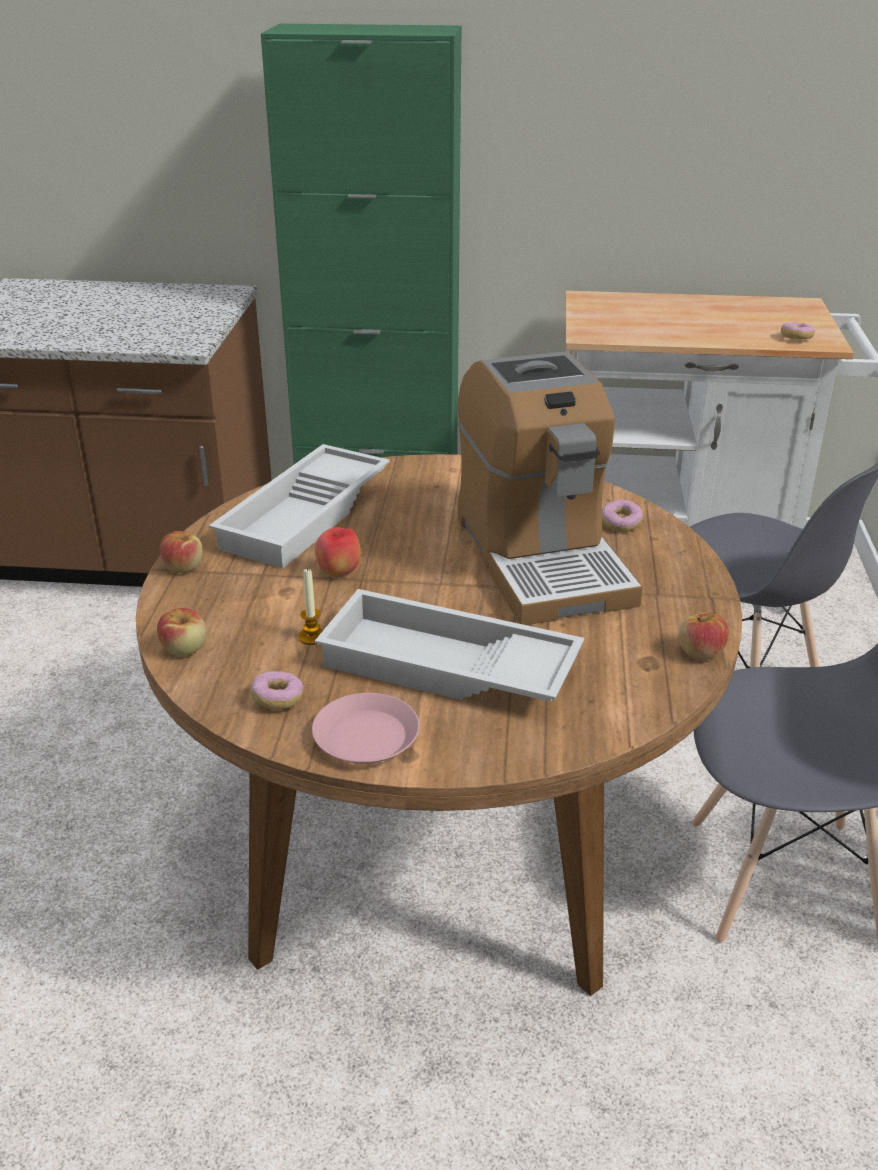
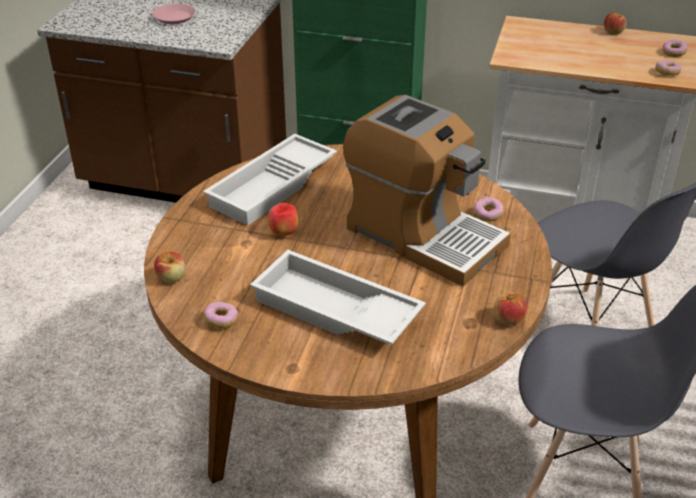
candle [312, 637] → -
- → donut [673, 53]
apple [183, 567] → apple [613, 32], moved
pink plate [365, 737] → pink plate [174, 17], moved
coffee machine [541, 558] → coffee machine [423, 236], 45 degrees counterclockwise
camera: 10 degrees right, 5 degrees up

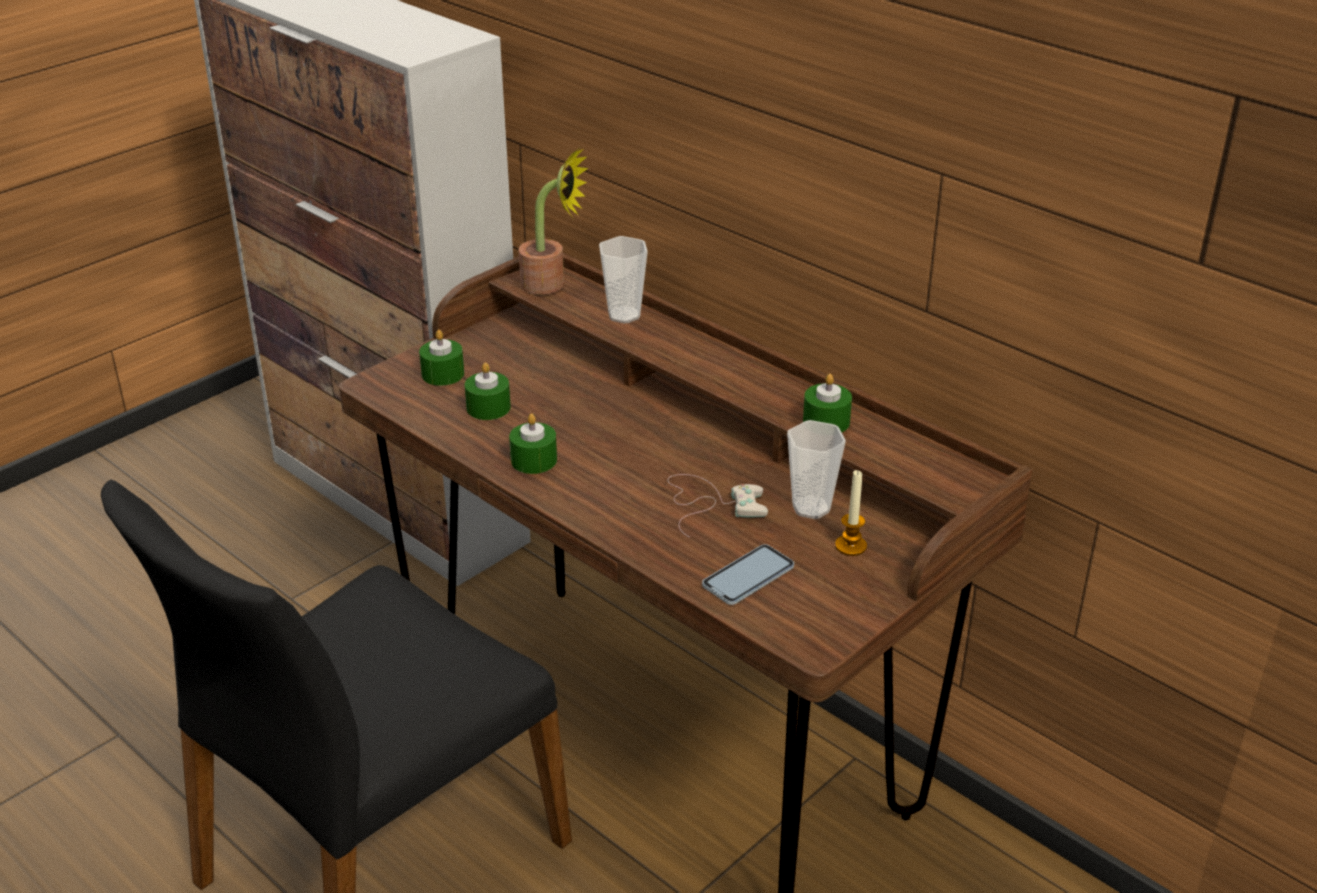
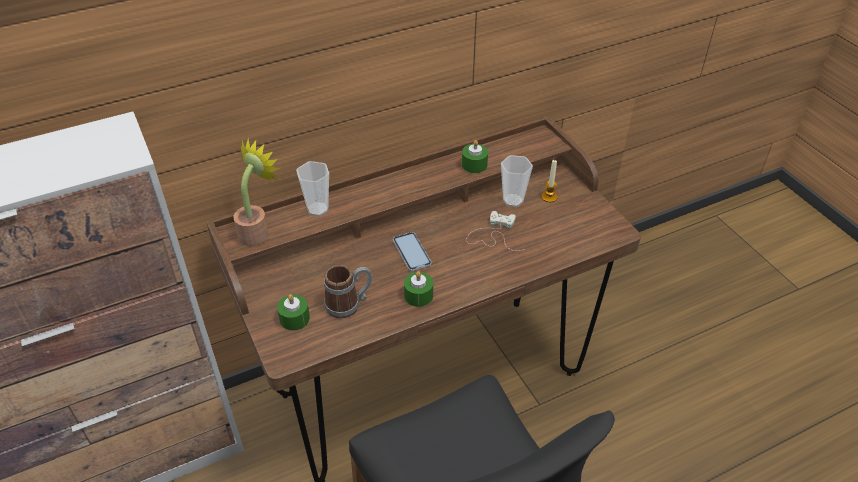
phone [748, 576] → phone [411, 252], moved
green candle [488, 408] → mug [349, 304]
camera: 70 degrees left, 10 degrees up

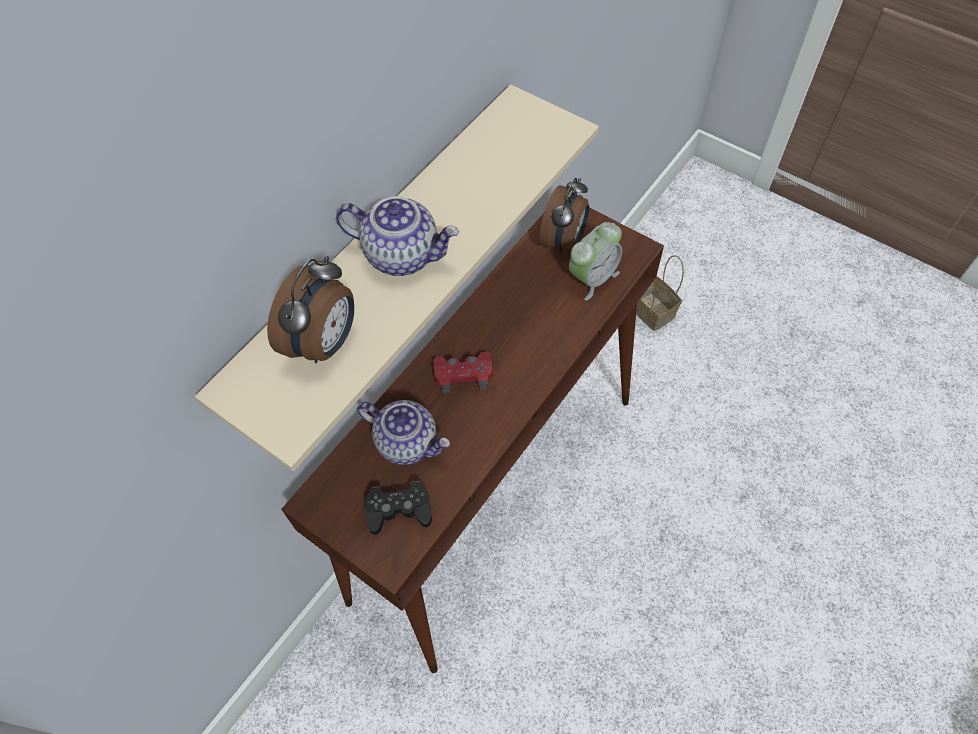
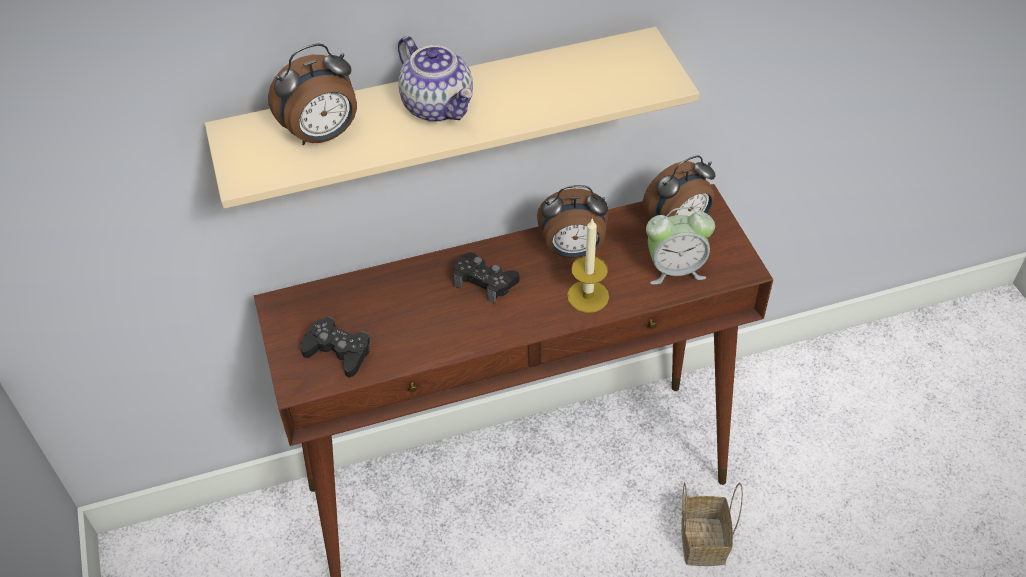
teapot [408, 442] → -
- → alarm clock [572, 251]
- → candle [588, 296]
basket [651, 311] → basket [701, 540], moved
red game controller [463, 374] → black game controller [485, 281]
camera: 35 degrees right, 10 degrees down

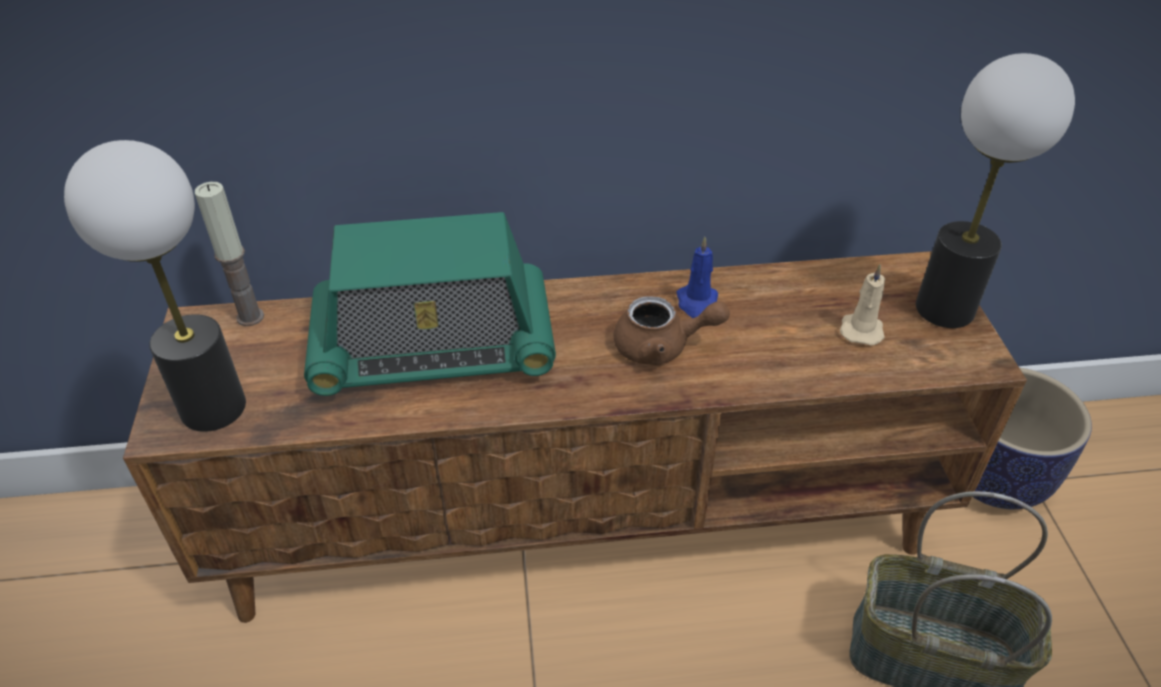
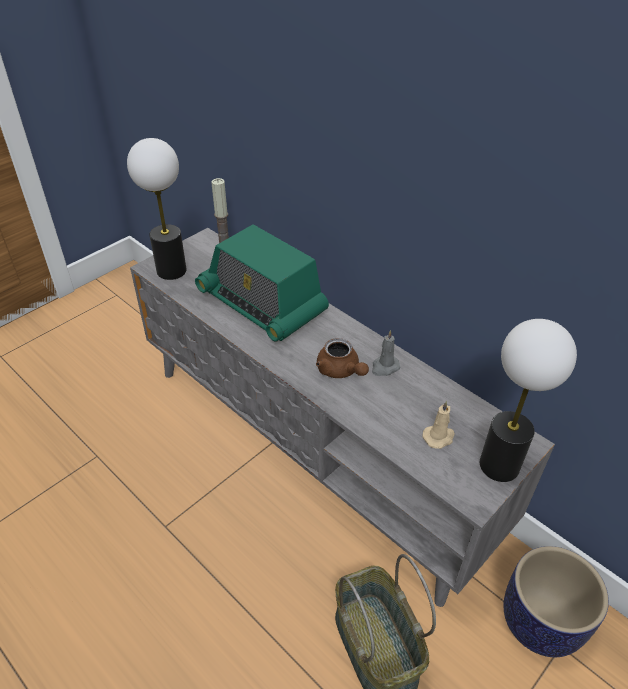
brown tv stand [583, 521] → grey tv stand [314, 449]
blue candle [697, 304] → grey candle [384, 367]
camera: 50 degrees right, 0 degrees up

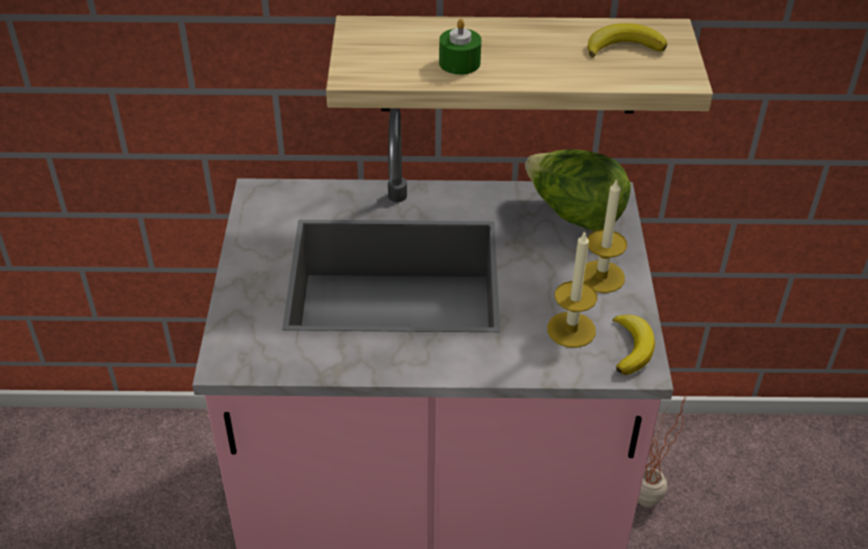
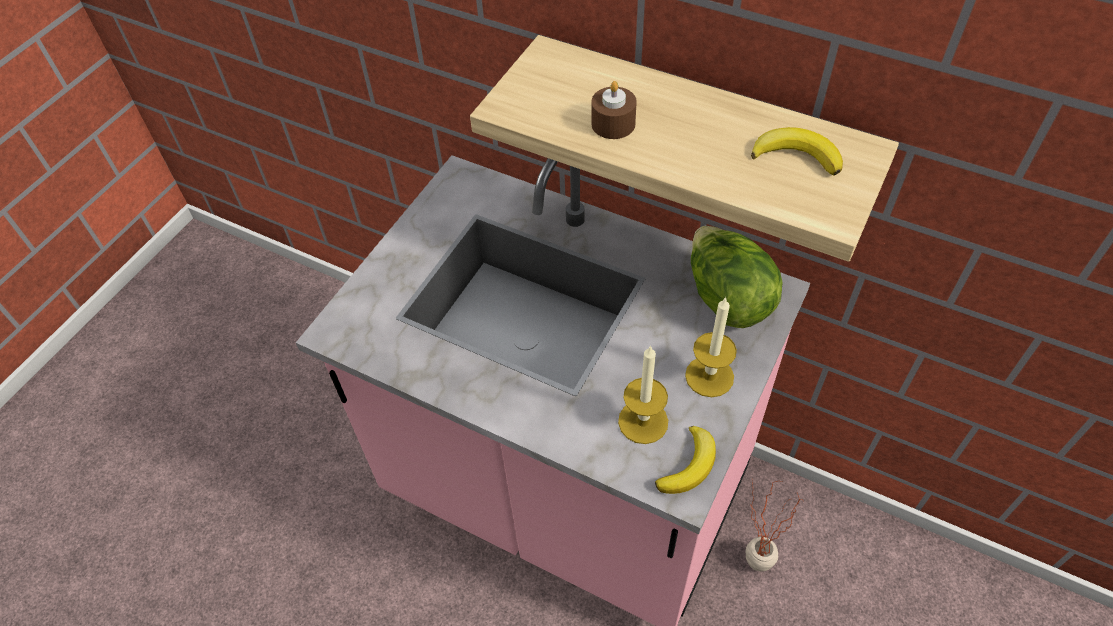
green candle [459, 63] → brown candle [613, 124]
camera: 30 degrees right, 10 degrees up

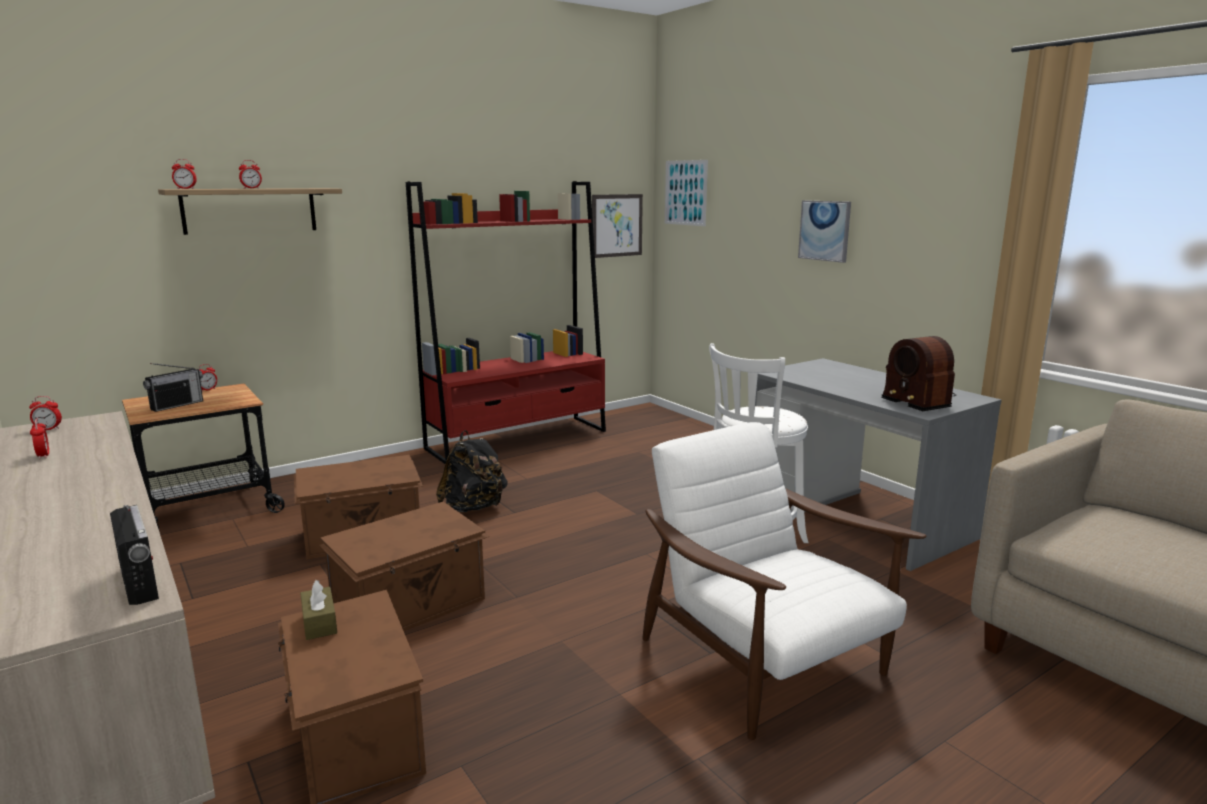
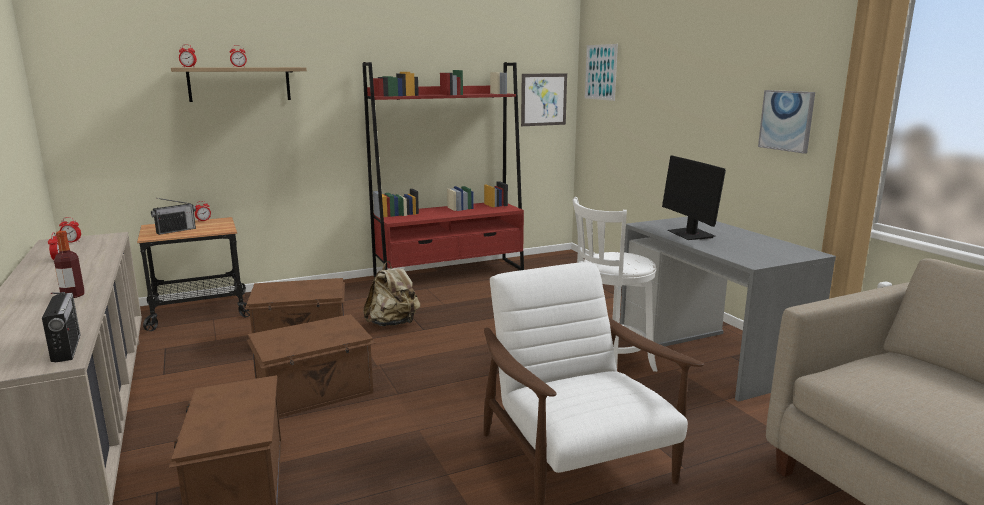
brown tissue box [319, 623] → -
radio [918, 400] → -
- → bottle [73, 295]
- → monitor [690, 234]
picture [825, 230] → picture [786, 120], moved
black backpack [473, 508] → beige backpack [393, 324]
camera: 10 degrees right, 0 degrees up

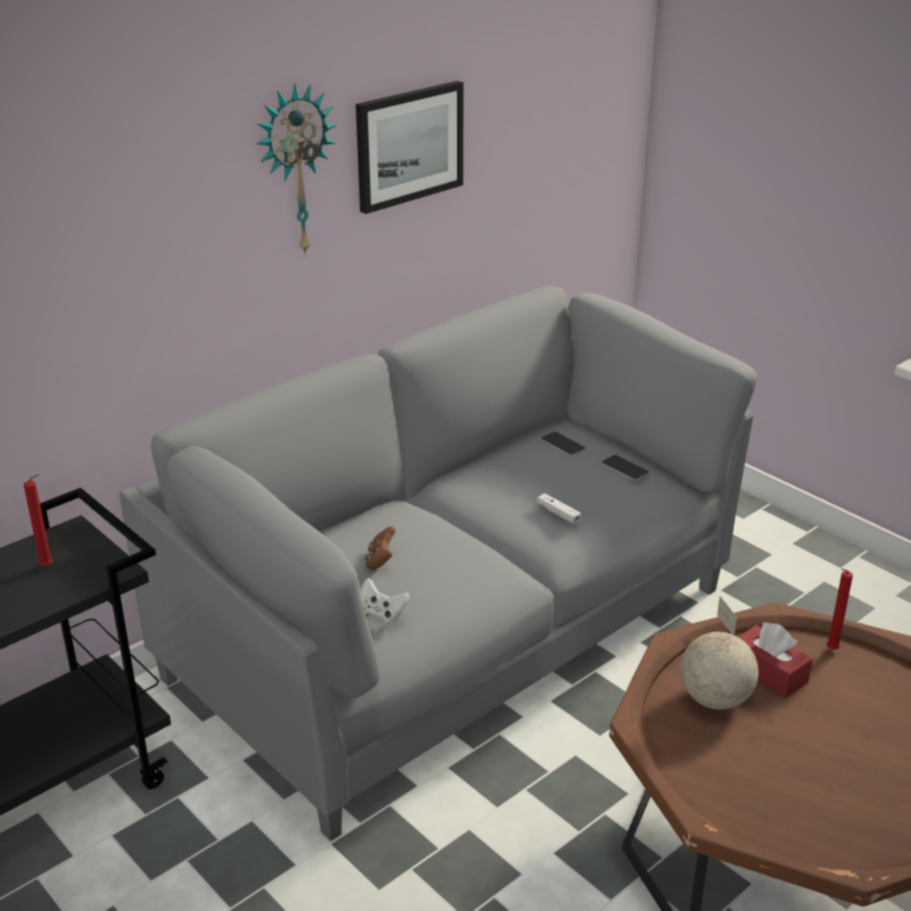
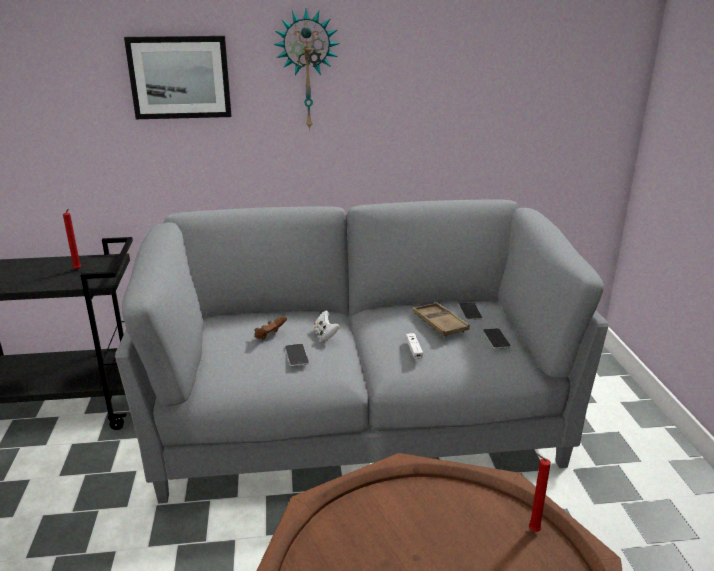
globe [714, 700] → -
red tissue box [768, 672] → -
- → phone [296, 355]
- → brown tray [439, 323]
picture [409, 145] → picture [180, 77], moved
white game controller [382, 614] → white game controller [325, 335], moved
camera: 35 degrees right, 5 degrees down

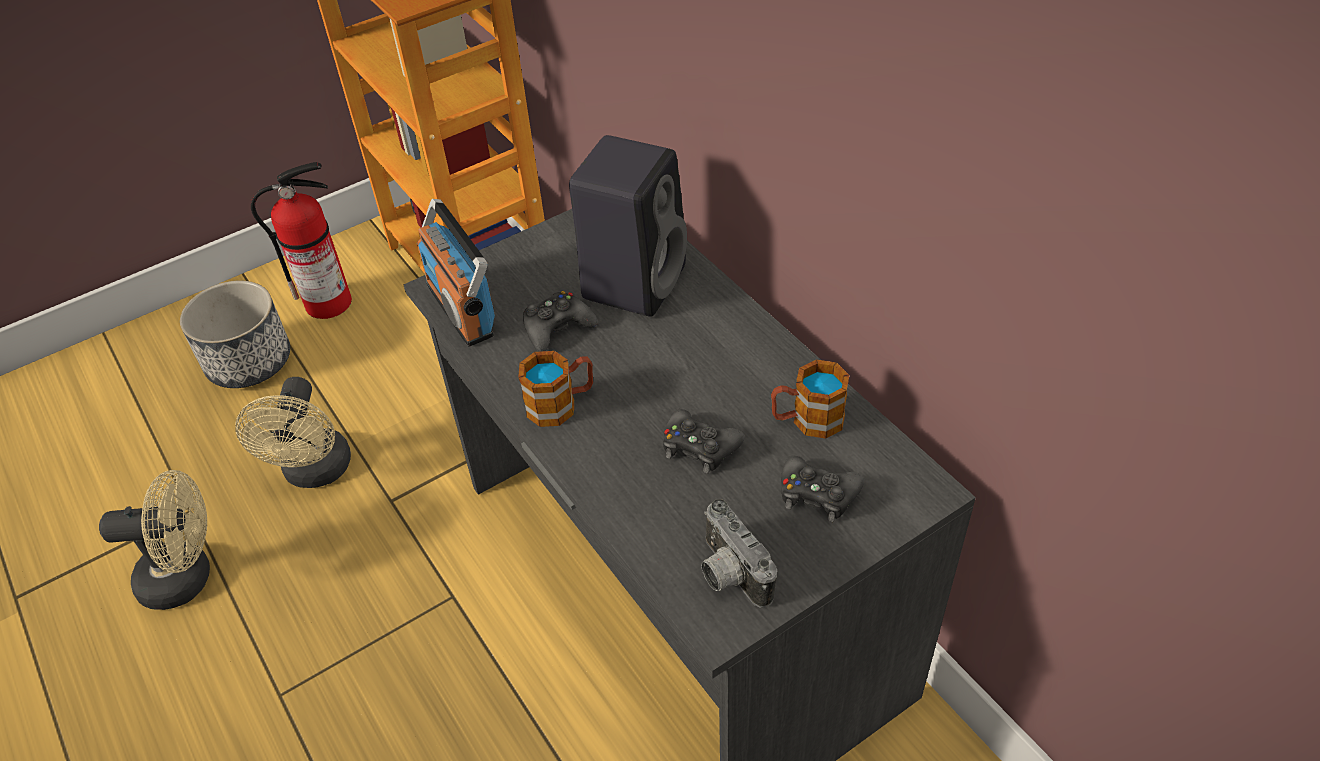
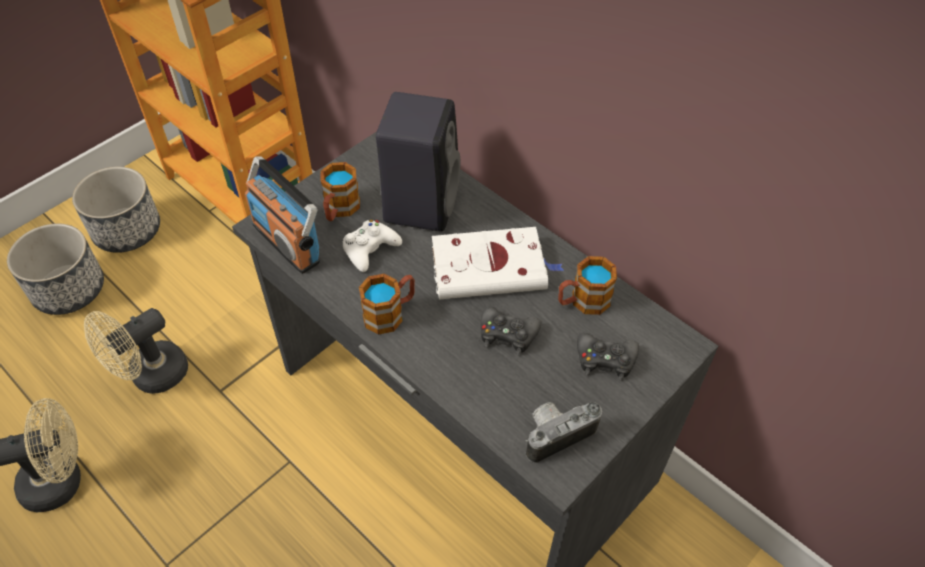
- → mug [339, 209]
- → white book [492, 268]
fire extinguisher [330, 302] → planter [127, 230]
black game controller [557, 328] → white game controller [370, 249]
beige fan [316, 472] → beige fan [151, 376], 60 degrees clockwise
photo camera [728, 574] → photo camera [556, 434], 105 degrees clockwise
camera: 15 degrees left, 5 degrees up

